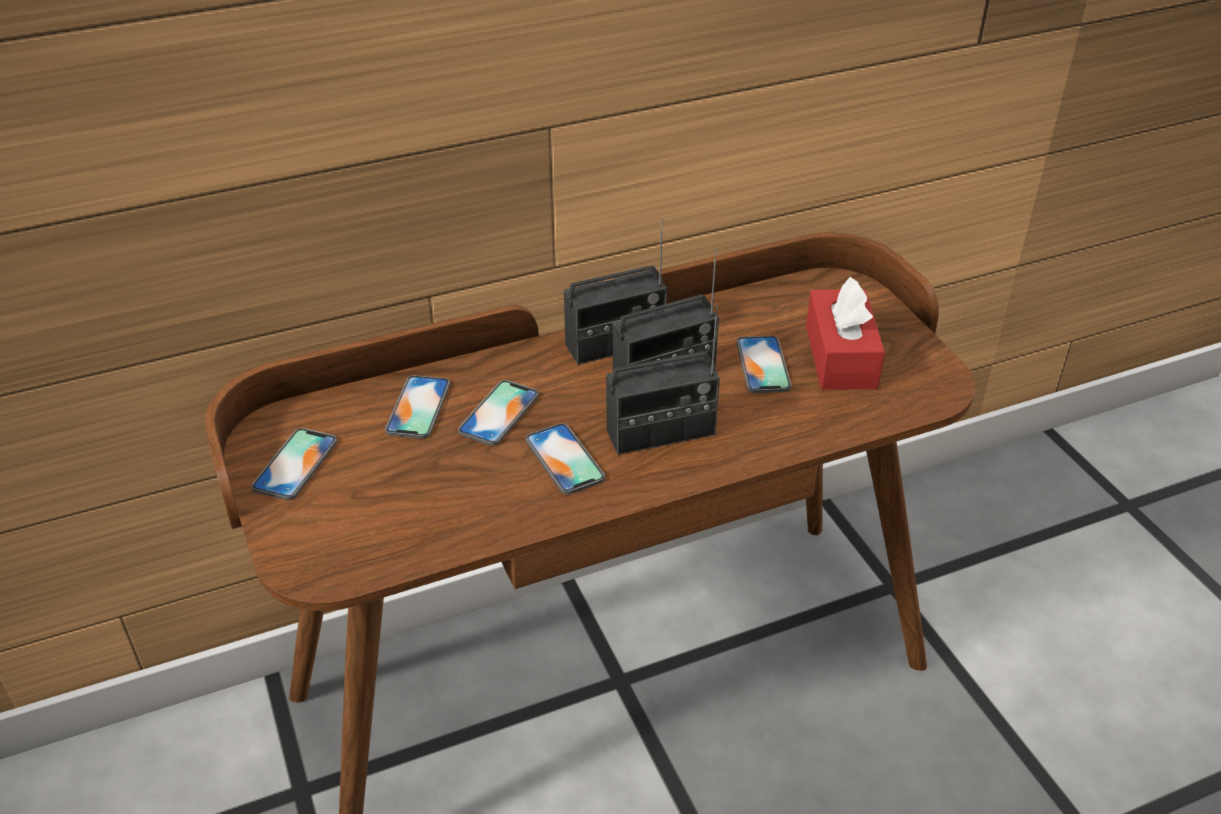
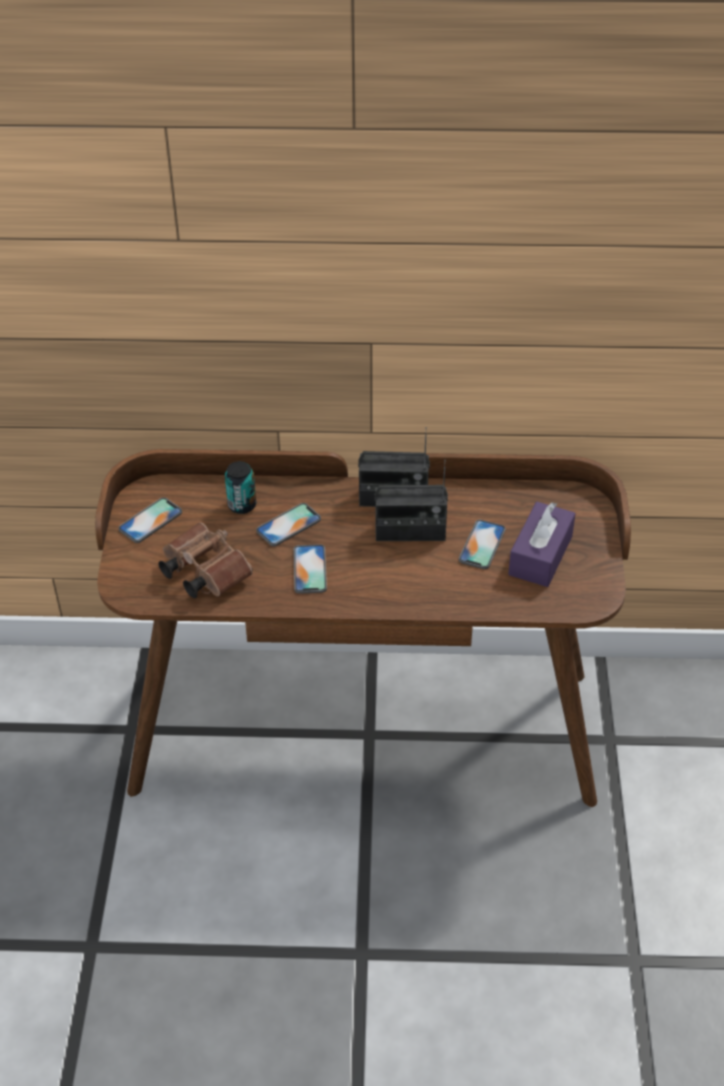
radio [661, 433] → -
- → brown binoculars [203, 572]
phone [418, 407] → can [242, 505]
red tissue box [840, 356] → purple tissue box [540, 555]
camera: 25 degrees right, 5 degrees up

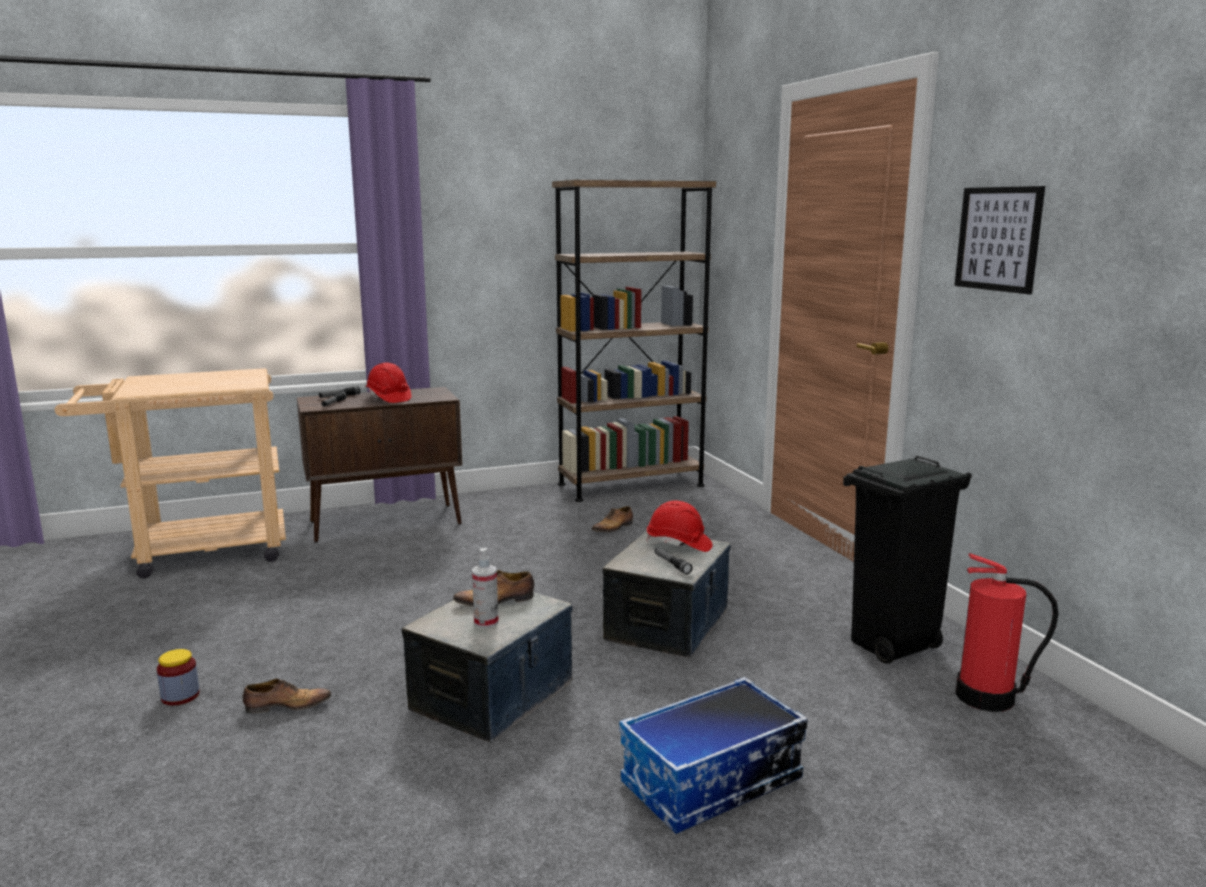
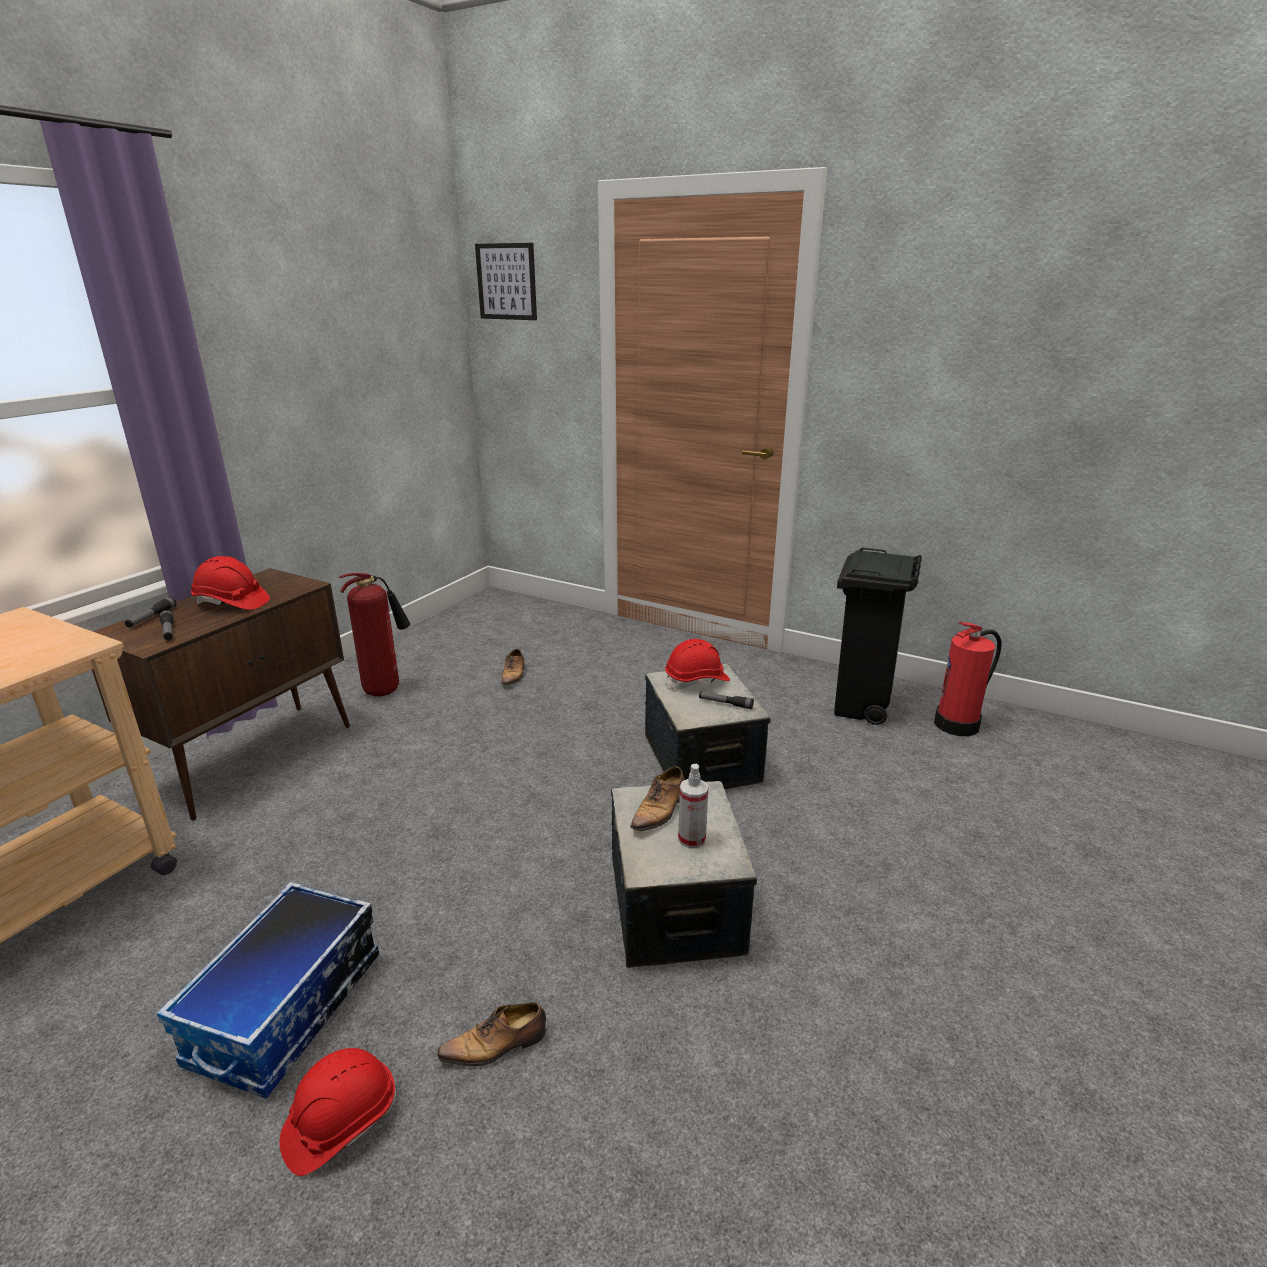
brown bookcase [631, 485] → -
- → fire extinguisher [385, 690]
storage box [712, 783] → storage box [288, 1011], moved
picture [998, 239] → picture [506, 282], moved
jar [180, 696] → red hard hat [340, 1122]
shoe [286, 706] → shoe [496, 1046], 150 degrees counterclockwise
camera: 40 degrees left, 10 degrees up

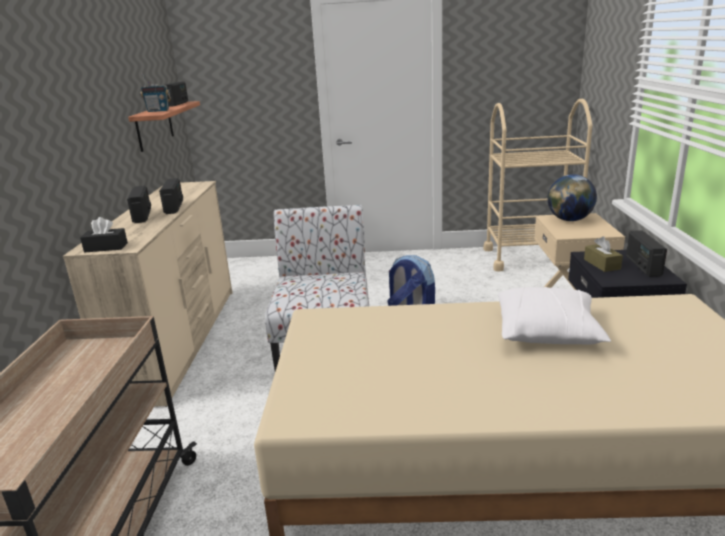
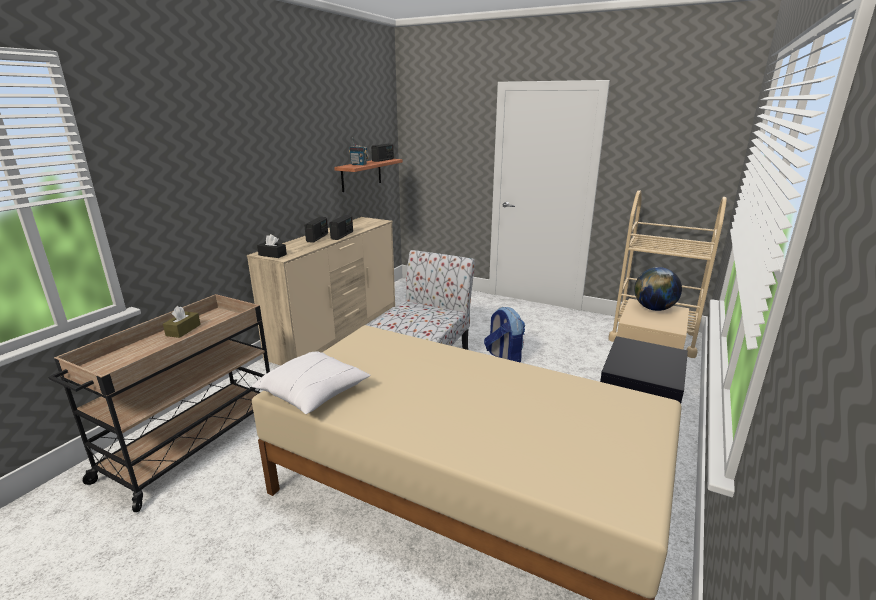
radio [642, 266] → -
white pillow [547, 331] → white pillow [314, 393], moved
brown tissue box [602, 264] → brown tissue box [183, 330], moved
camera: 25 degrees right, 0 degrees up

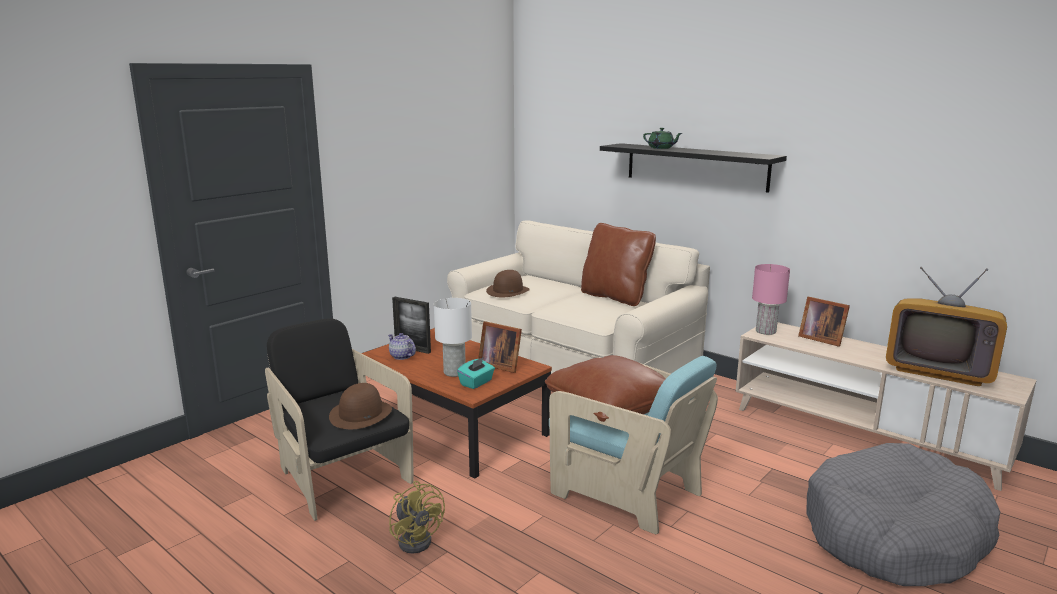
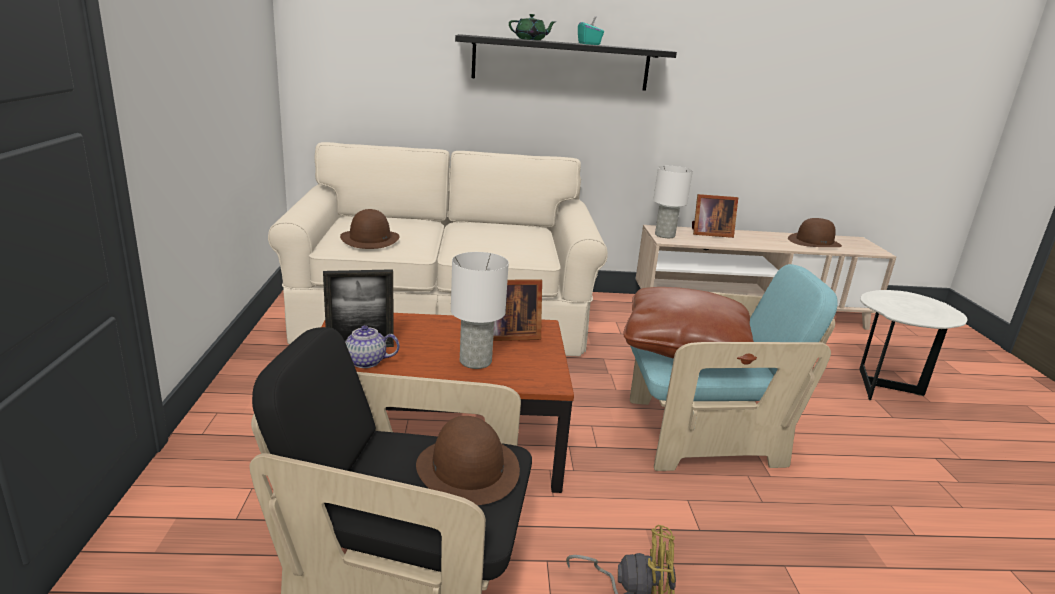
brown pillow [615, 297] → -
turquoise tissue box [476, 383] → turquoise tissue box [589, 44], moved
grey dog bed [894, 535] → white side table [886, 388]
television [939, 369] → brown hat [814, 242]
pink table lamp [766, 331] → white table lamp [665, 235]
camera: 45 degrees left, 5 degrees up

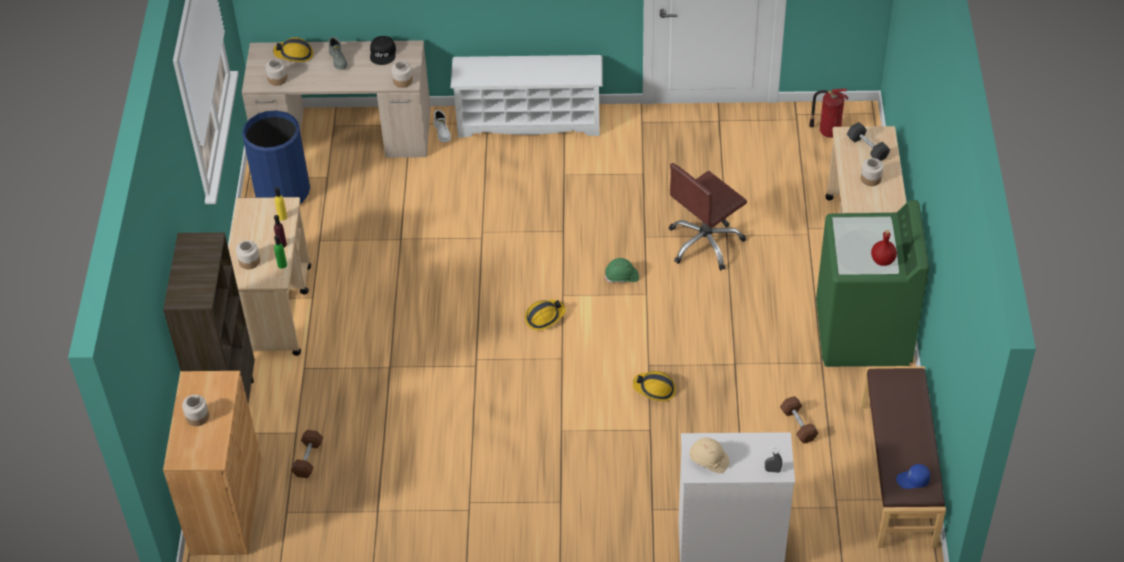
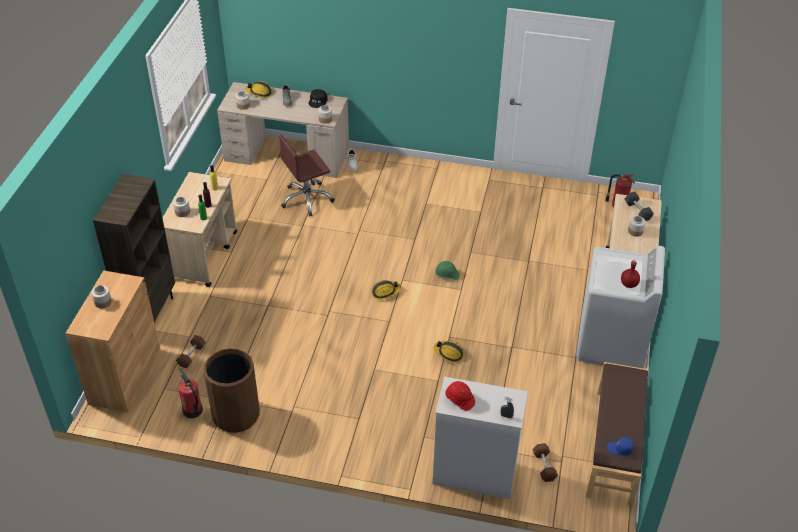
blue trash can [282, 192] → -
white shoe rack [529, 121] → -
- → fire extinguisher [193, 410]
- → brown trash can [236, 414]
brown office chair [705, 243] → brown office chair [307, 199], moved
brown dumbbell [798, 425] → brown dumbbell [544, 466], moved
beige hard hat [708, 460] → red hard hat [459, 400]
green washing machine [863, 334] → white washing machine [611, 343]
camera: 10 degrees right, 5 degrees down

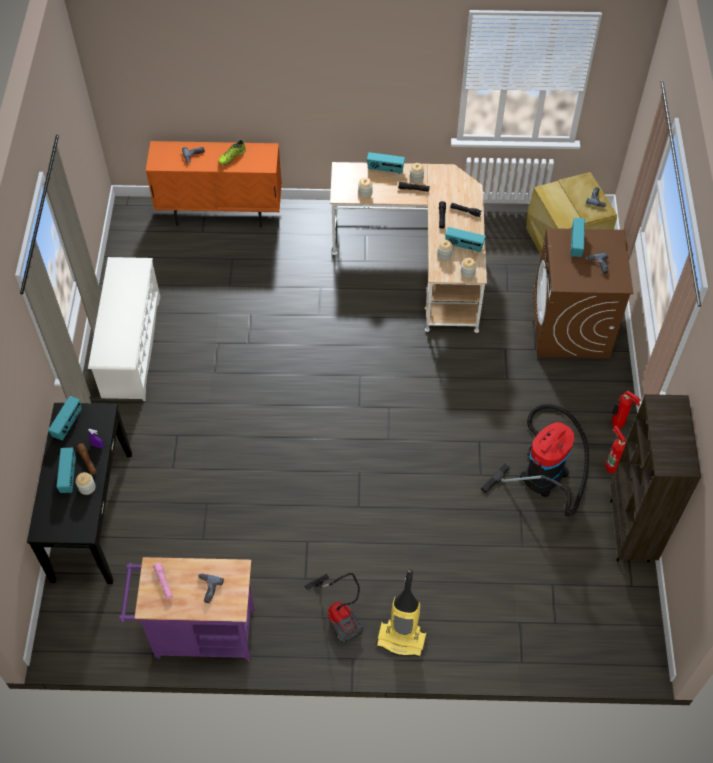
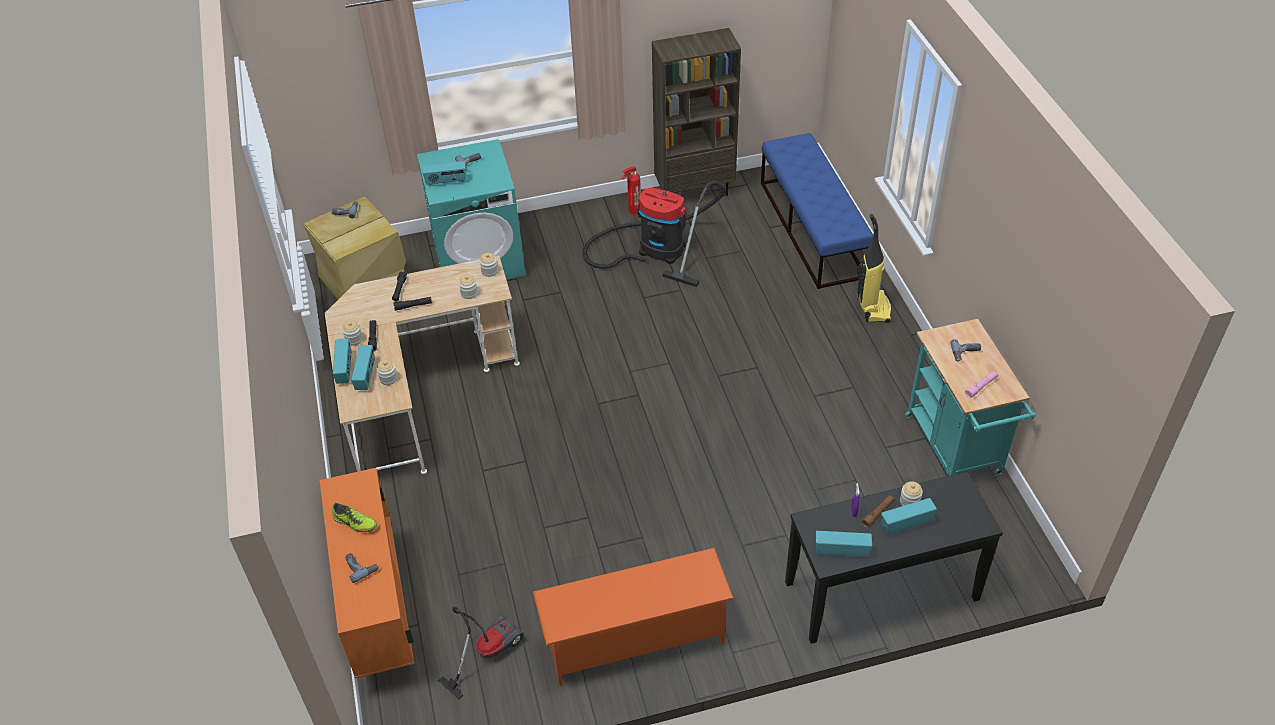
fire extinguisher [618, 424] → -
- → blue bench [812, 229]
vacuum cleaner [340, 614] → vacuum cleaner [486, 651], moved
radio [464, 246] → radio [366, 376], moved
white shoe rack [131, 346] → orange shoe rack [634, 639]
purple cart [199, 634] → turquoise cart [956, 450]
brown washing machine [570, 327] → turquoise washing machine [479, 259]
camera: 105 degrees left, 10 degrees down

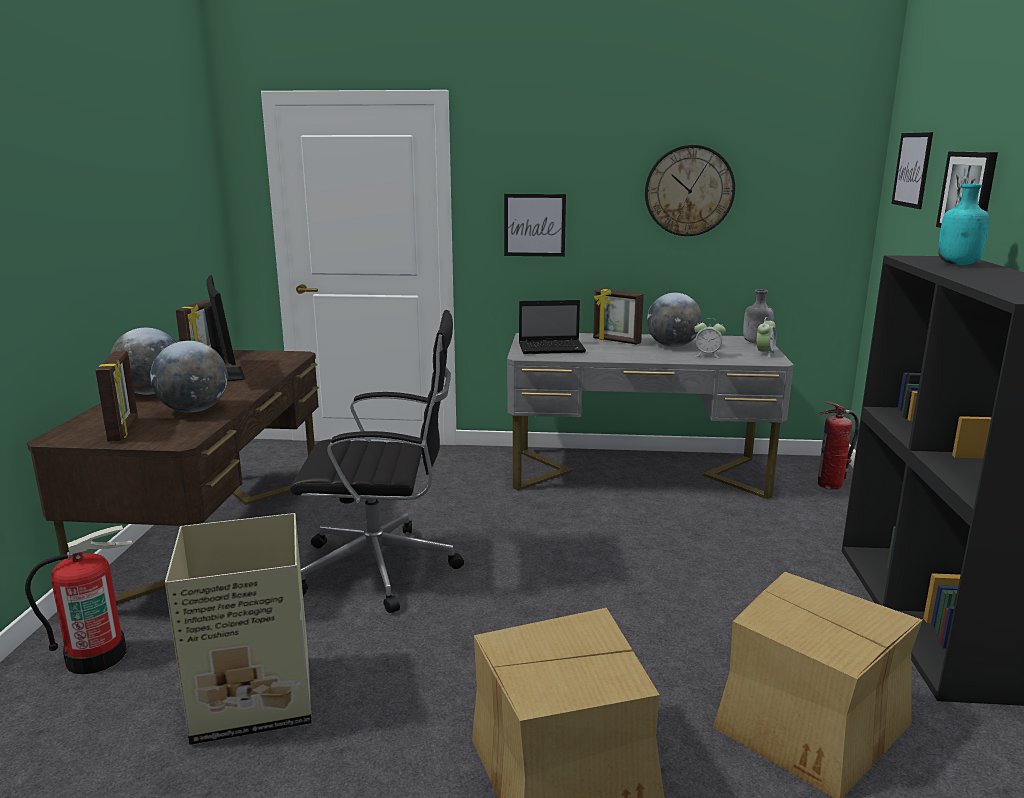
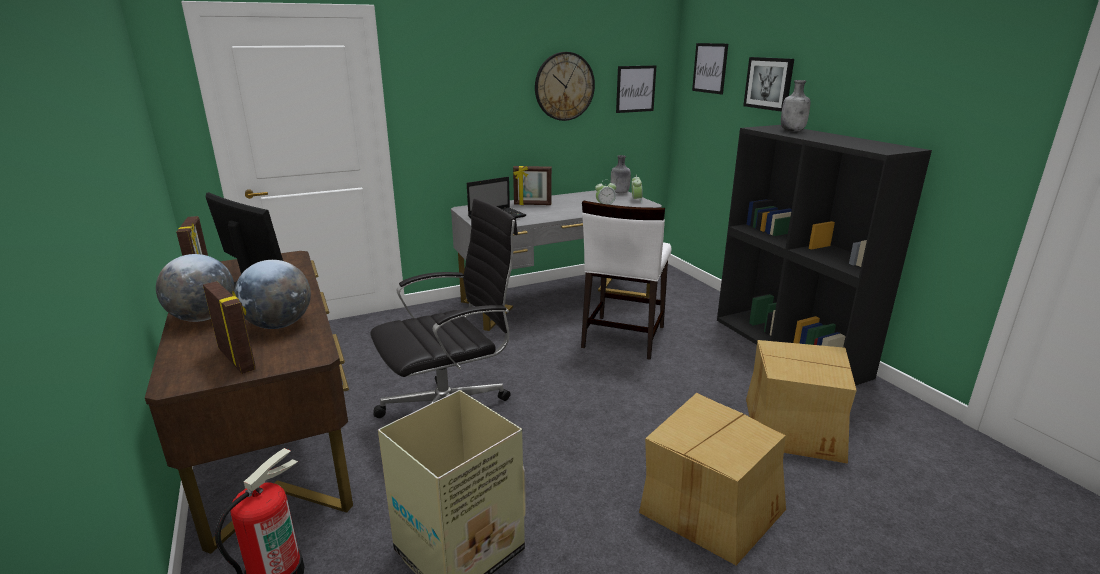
globe [672, 346] → -
fire extinguisher [830, 485] → -
- → white chair [622, 337]
picture [534, 225] → picture [635, 89], moved
turquoise bottle [959, 264] → grey bottle [793, 131]
camera: 30 degrees left, 5 degrees up

